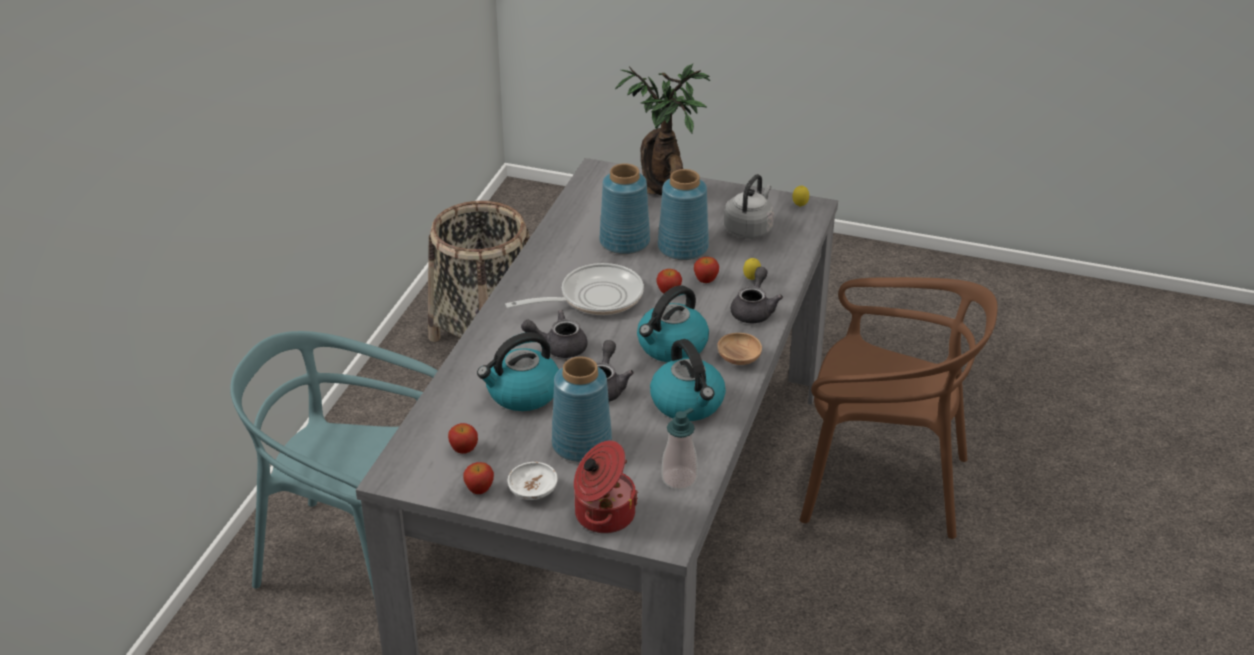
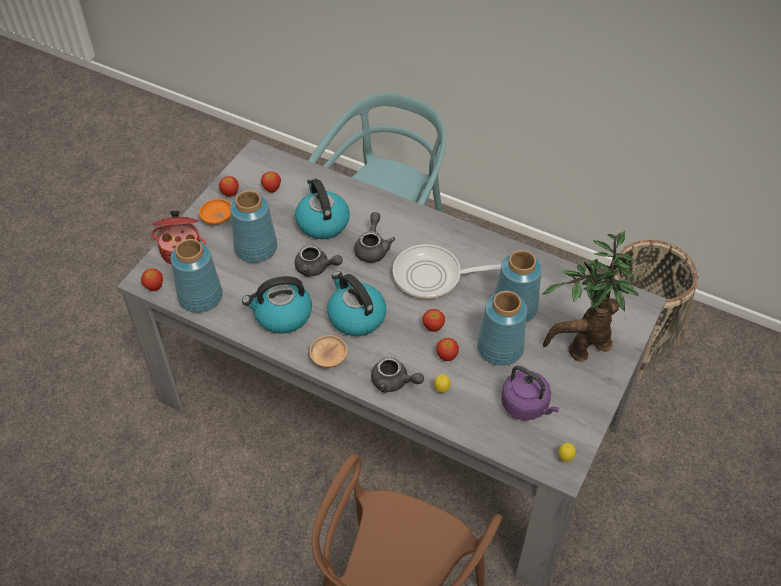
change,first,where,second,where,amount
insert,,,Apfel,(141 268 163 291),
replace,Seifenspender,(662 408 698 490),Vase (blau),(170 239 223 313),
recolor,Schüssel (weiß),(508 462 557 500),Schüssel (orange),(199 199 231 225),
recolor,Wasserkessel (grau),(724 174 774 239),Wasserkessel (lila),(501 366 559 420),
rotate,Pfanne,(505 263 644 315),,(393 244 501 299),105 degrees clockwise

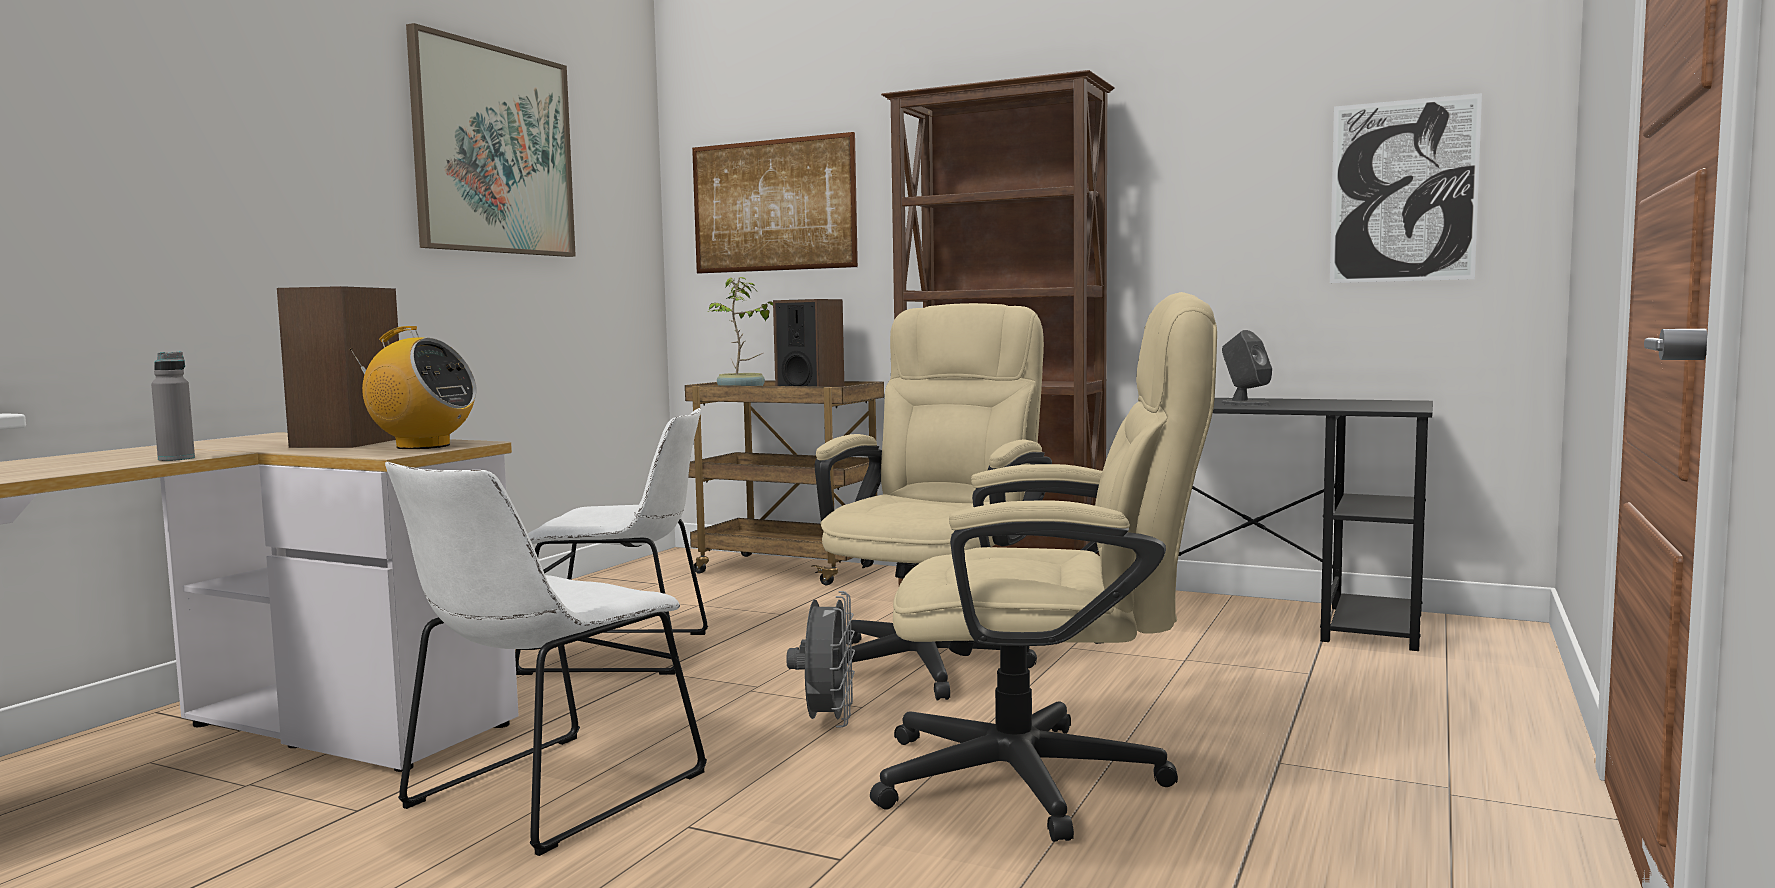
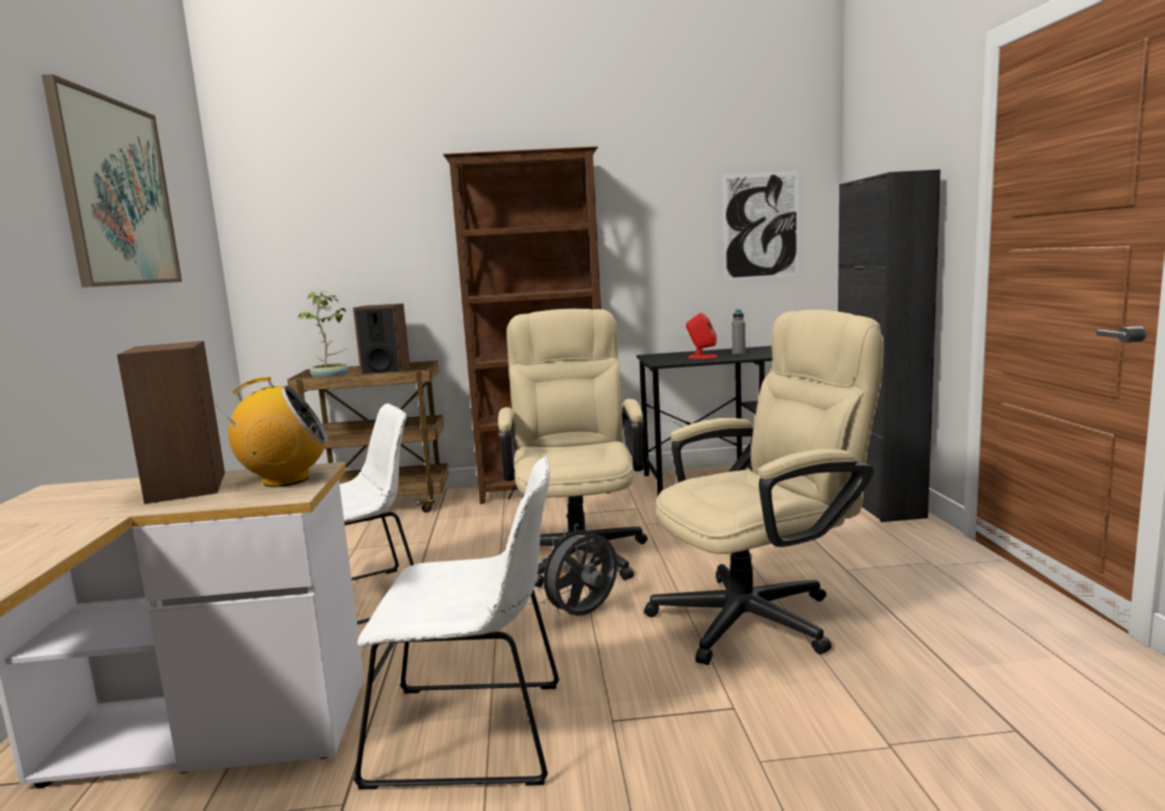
change,first,where,second,where,amount
delete,Bild,(692 132 858 274),,,
insert,,,Schrank (schwarz),(838 169 941 522),
move,Flasche (grau),(151 351 195 461),,(732 309 746 354),
recolor,Lautsprecher (grau),(1221 330 1272 406),Lautsprecher (rot),(686 313 717 359),
rotate,Stuhl (weiß),(385 462 707 856),,(353 457 560 790),90 degrees counterclockwise
rotate,Ventilator (grau),(786 591 855 728),,(537 524 617 616),105 degrees counterclockwise

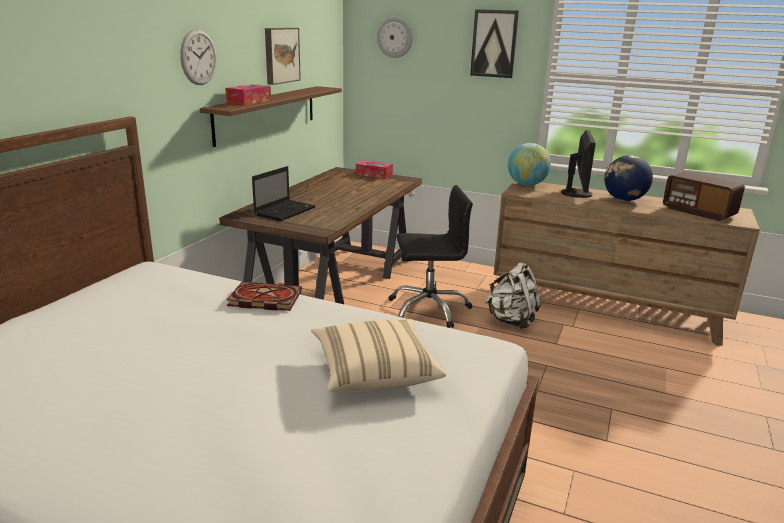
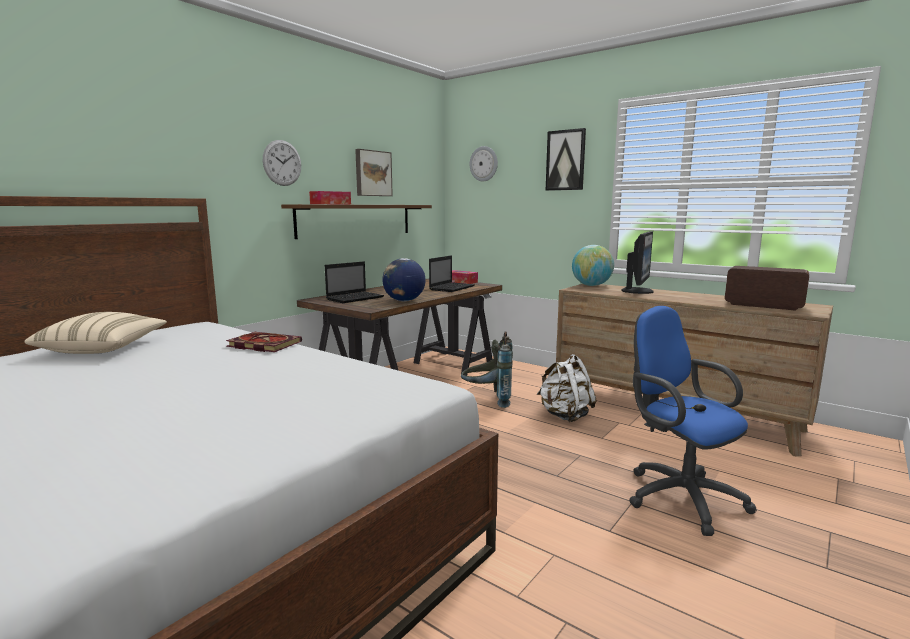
change,first,where,second,where,amount
insert,,,Laptop,(429 255 475 292),
insert,,,Bürostuhl (blau),(629 306 757 536),
move,Kissen (beige),(311 319 446 392),,(24 312 167 354),
move,Globus,(604 155 653 201),,(382 258 426 301),
replace,Bürostuhl (schwarz),(388 185 473 328),Rucksack (grau),(461 331 513 408),
rotate,Radio,(663 172 745 221),,(725 266 809 311),150 degrees clockwise

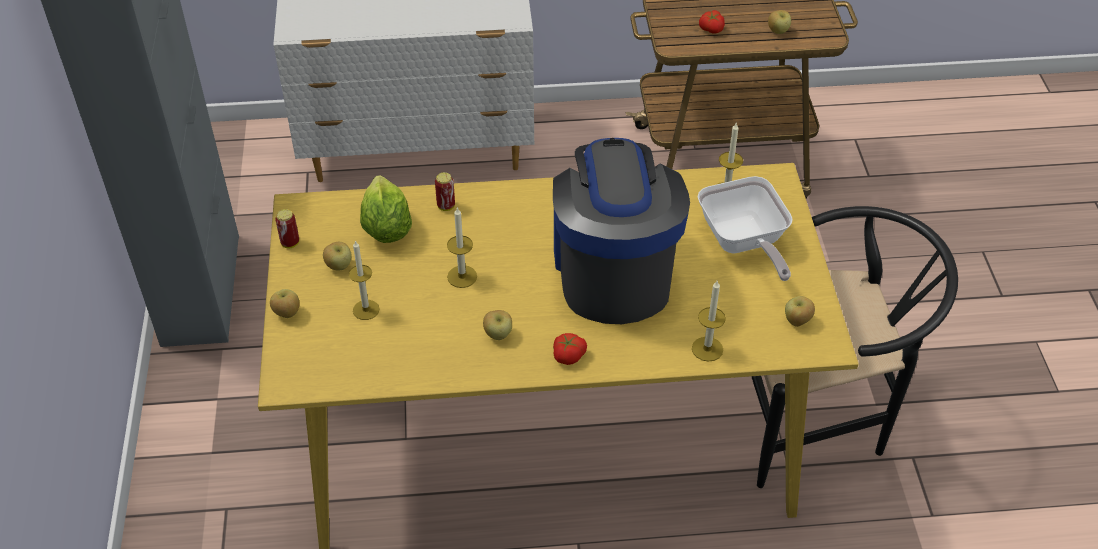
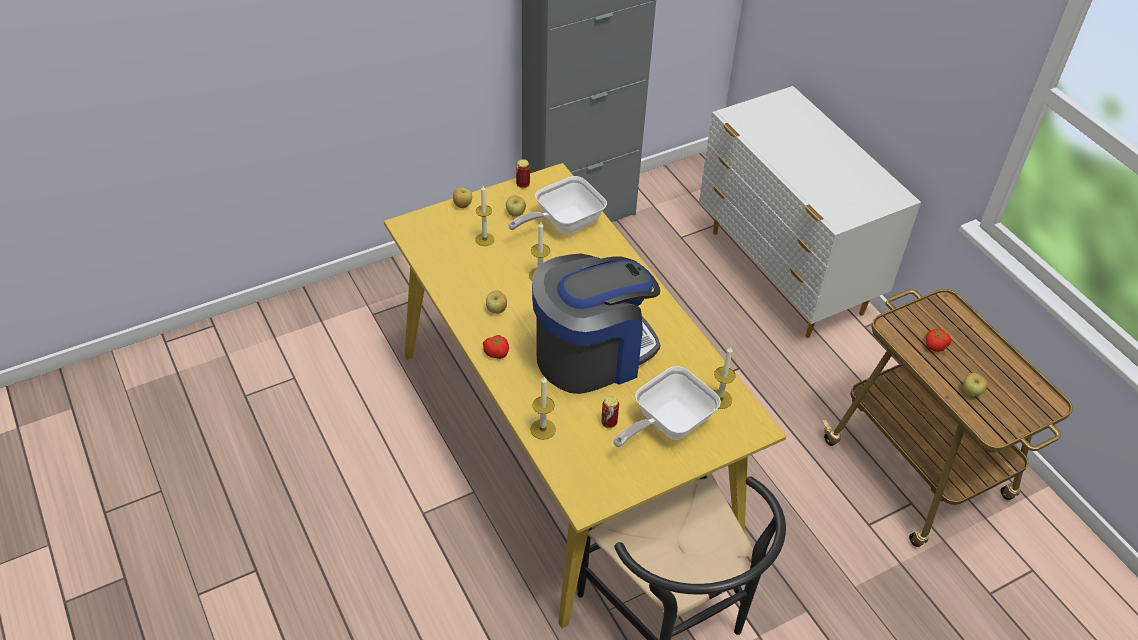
change,first,where,second,where,amount
delete,Apfel,(785 296 815 327),,,
move,Dose,(435 172 455 211),,(601 396 619 428),
replace,Salatkopf,(360 175 412 243),Pfanne,(508 176 607 234),

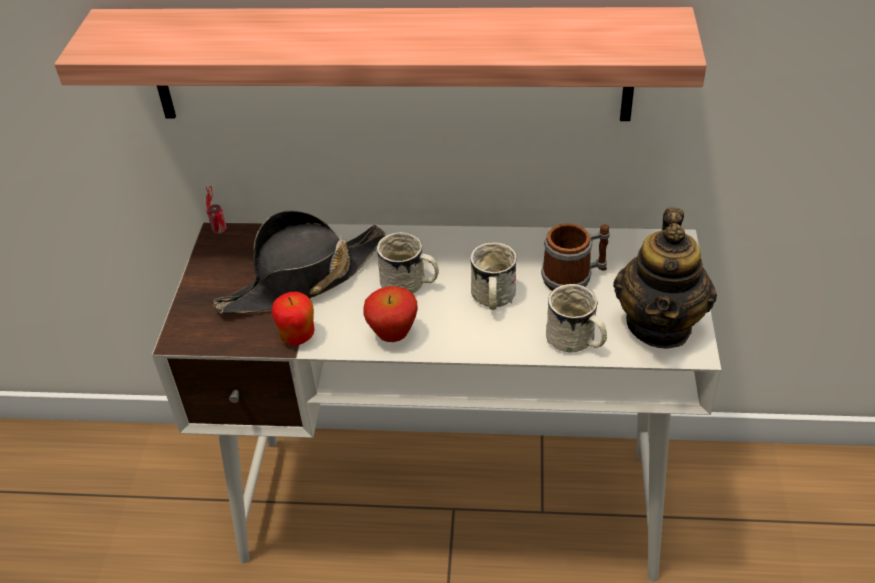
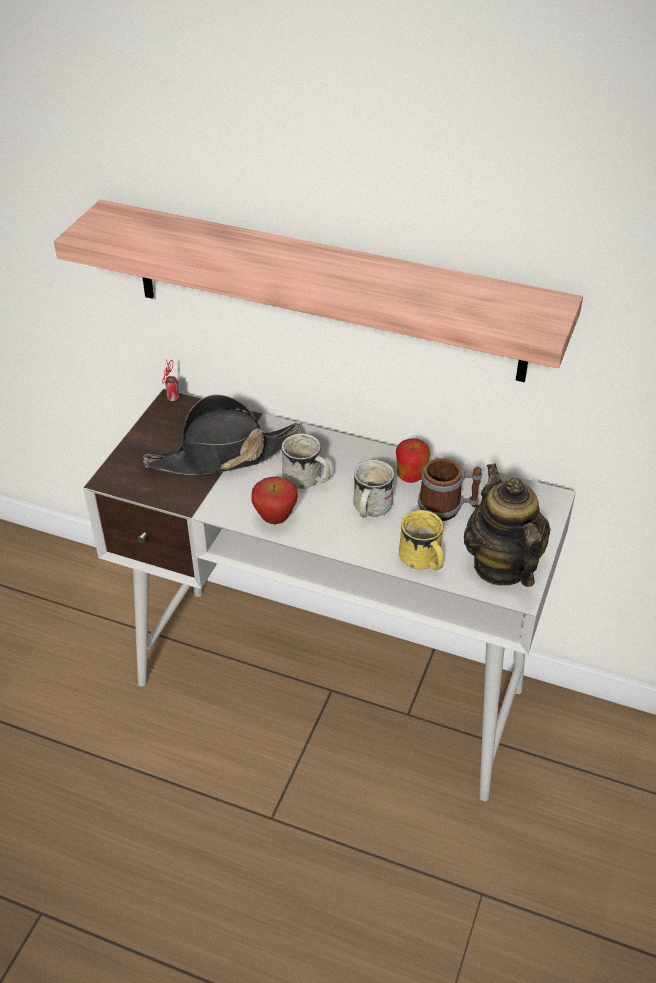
change,first,where,second,where,amount
move,Apfel,(271 292 315 346),,(396 438 430 483),
recolor,Henkelbecher (weiß),(546 284 607 352),Henkelbecher (gelb),(399 510 444 570),
rotate,Teekanne,(613 208 717 349),,(464 463 551 587),135 degrees clockwise

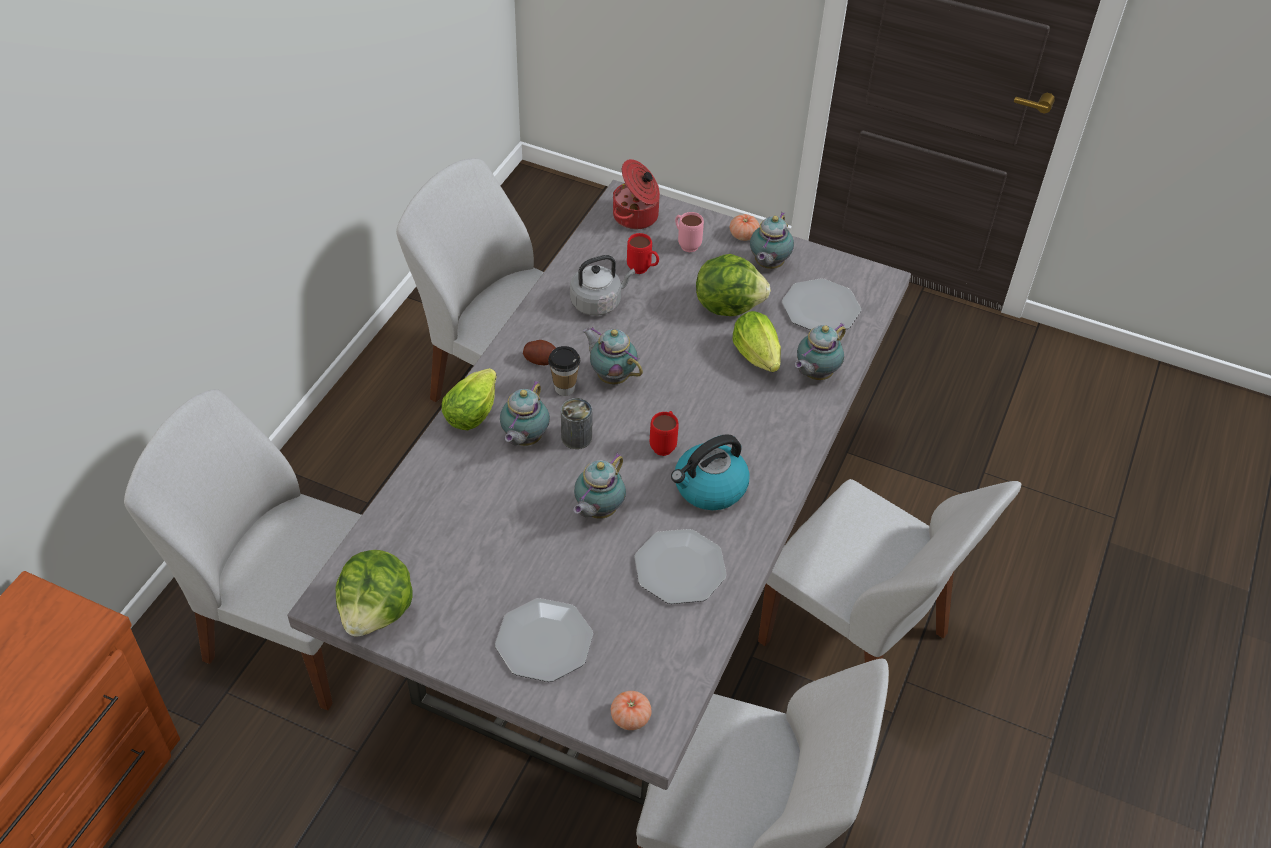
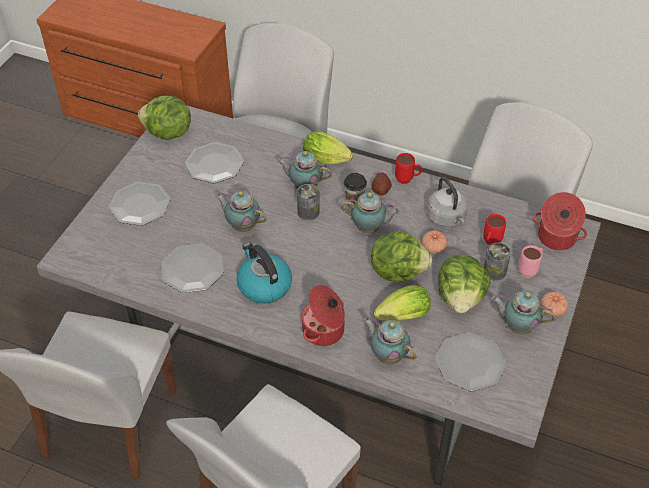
change,first,where,second,where,amount
insert,,,Teller,(185 142 244 183),
insert,,,Kochtopf,(302 285 345 346),
insert,,,Salatkopf,(371 231 433 282),
insert,,,Dose,(484 242 511 281),
move,Tomate,(611 691 652 730),,(422 231 447 254),
move,Henkelbecher (rot),(650 411 679 456),,(395 153 422 184),
rotate,Teekanne,(583 327 643 384),,(341 192 400 233),60 degrees clockwise

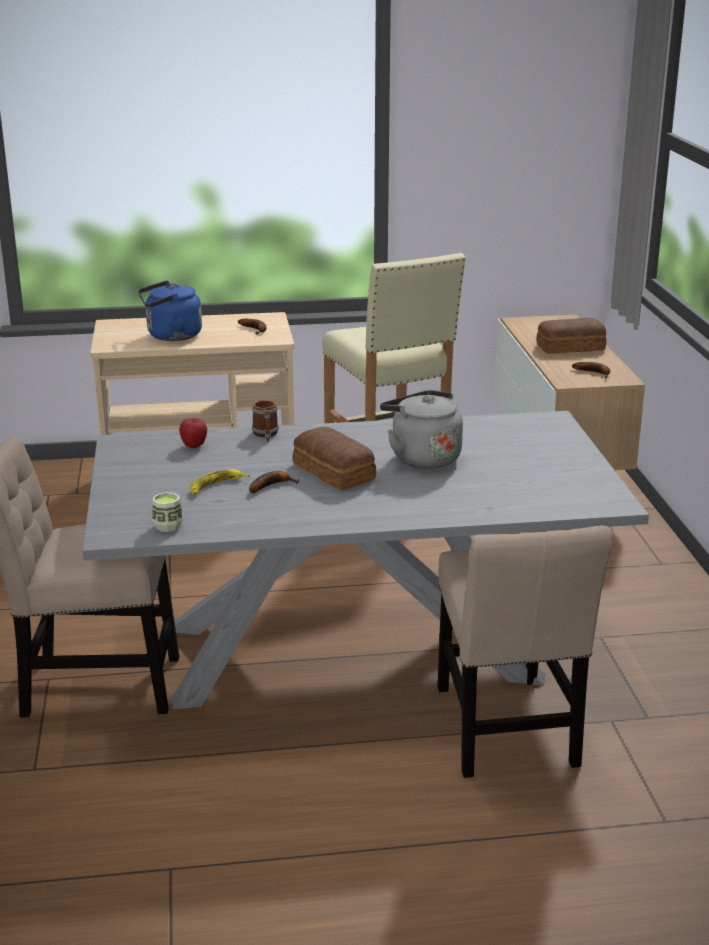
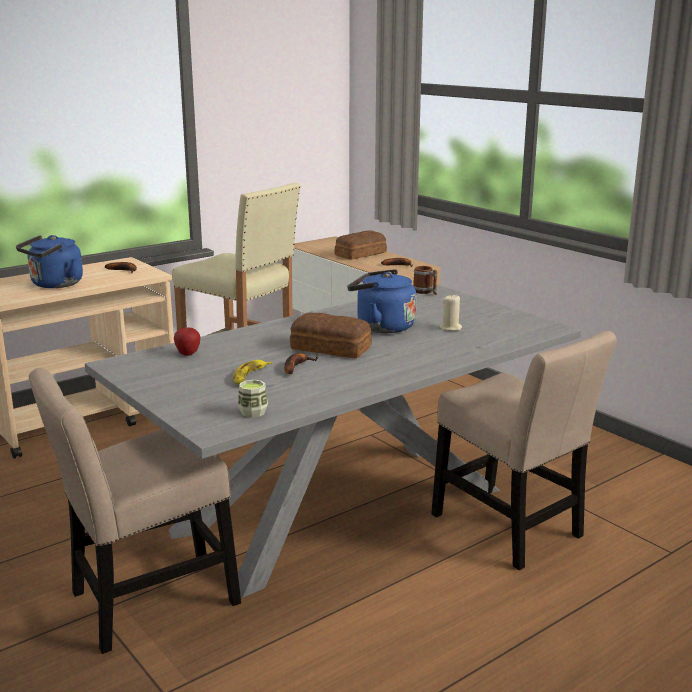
change,first,where,second,where,amount
insert,,,Kerze (beige),(440 295 462 331),
move,Henkelbecher,(252 400 279 442),,(413 266 438 295),
recolor,Wasserkessel (grau),(380 390 463 469),Wasserkessel (blau),(347 269 417 333),

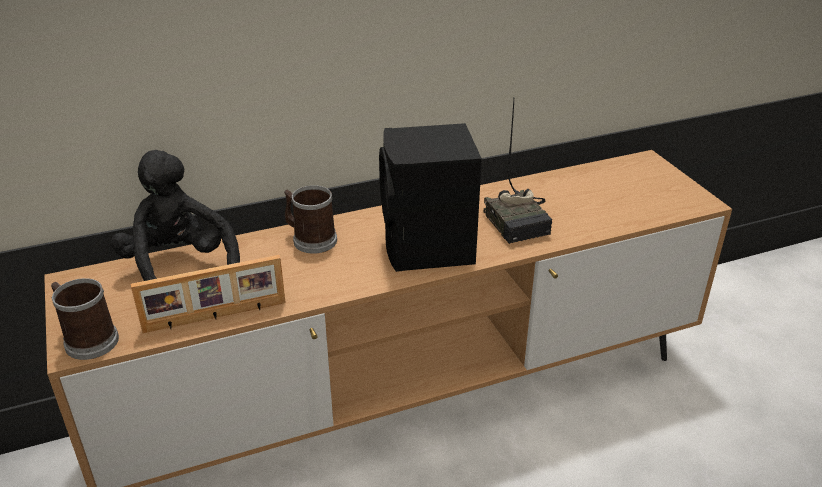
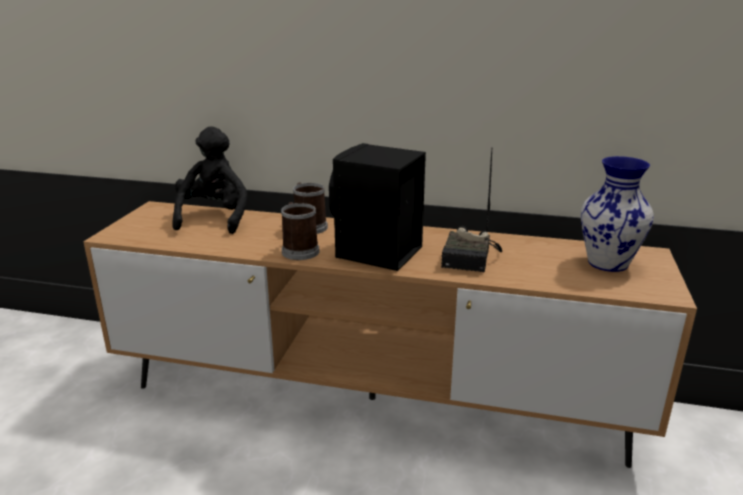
change,first,where,second,where,amount
delete,Bilderrahmen,(131 255 286 333),,,
insert,,,Vase,(580 156 654 272),
move,Henkelbecher,(51 278 119 360),,(281 202 319 260),

